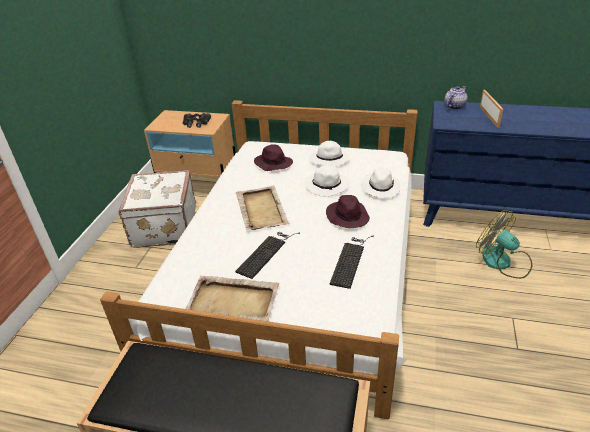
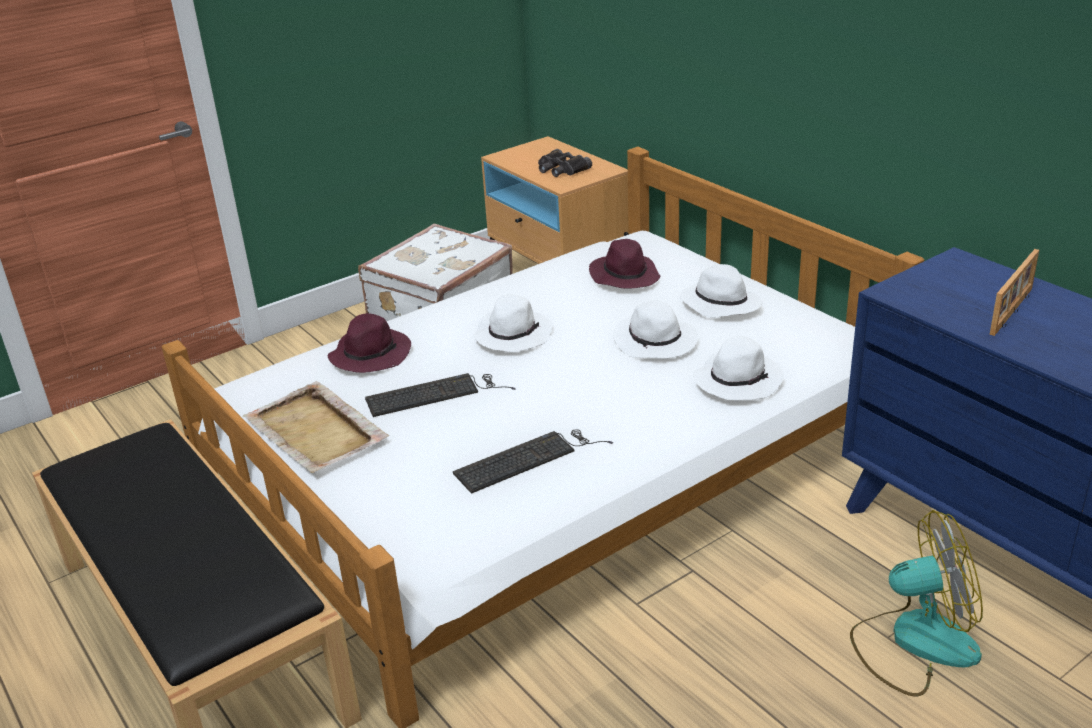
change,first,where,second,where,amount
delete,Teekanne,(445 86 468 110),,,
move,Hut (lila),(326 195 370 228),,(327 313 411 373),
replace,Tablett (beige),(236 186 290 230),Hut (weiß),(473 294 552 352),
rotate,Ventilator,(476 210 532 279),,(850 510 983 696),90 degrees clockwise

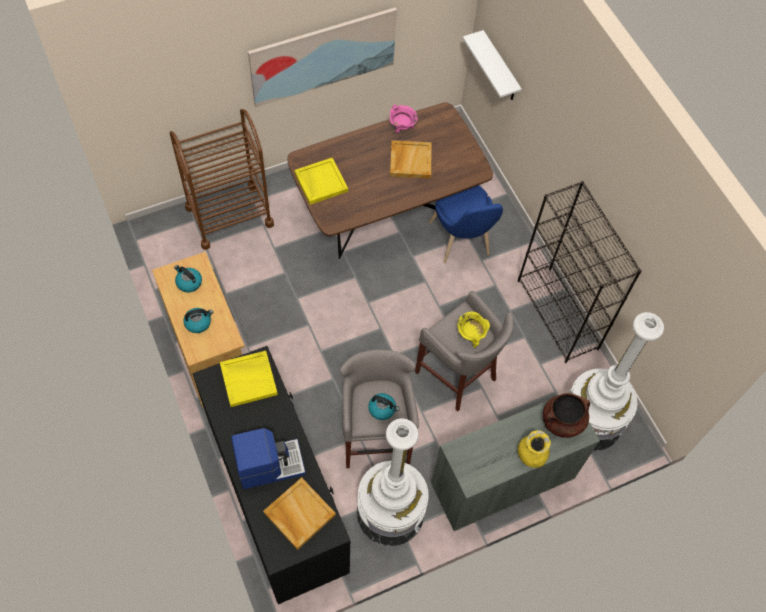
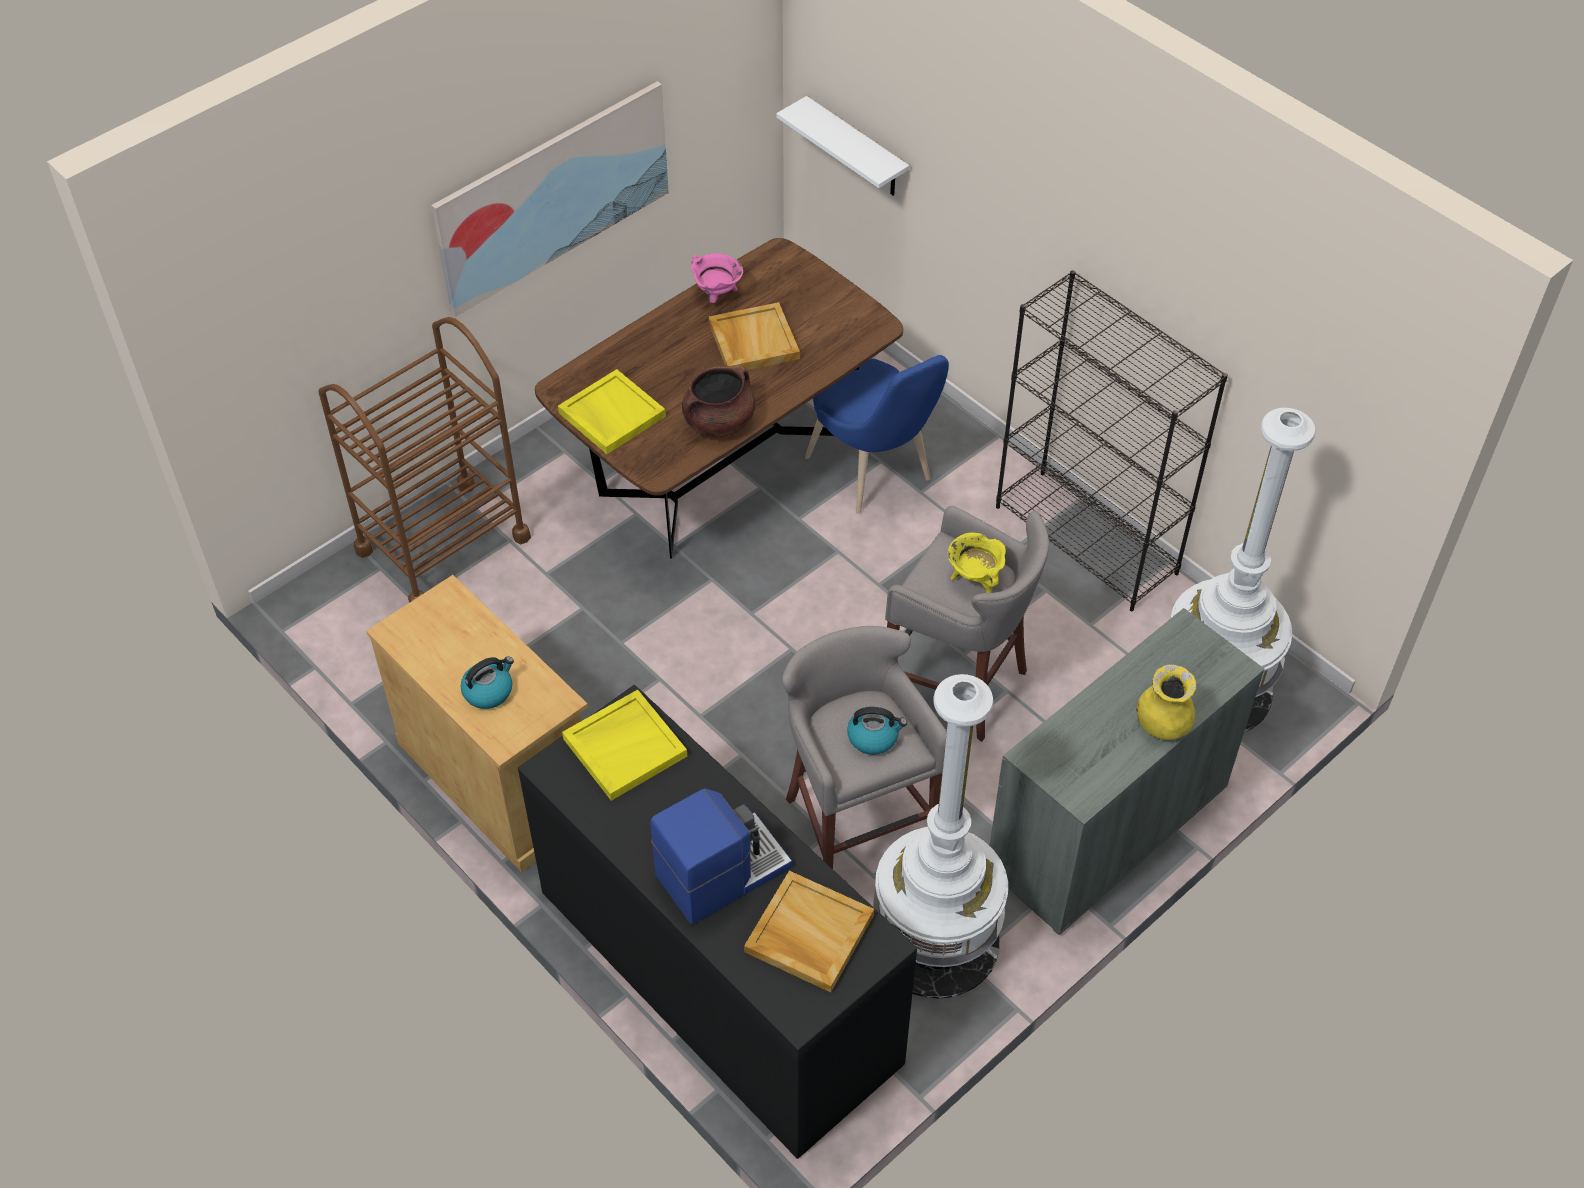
change,first,where,second,where,amount
delete,Wasserkessel,(174 265 202 292),,,
move,Kochtopf (braun),(543 393 590 438),,(682 366 755 437),

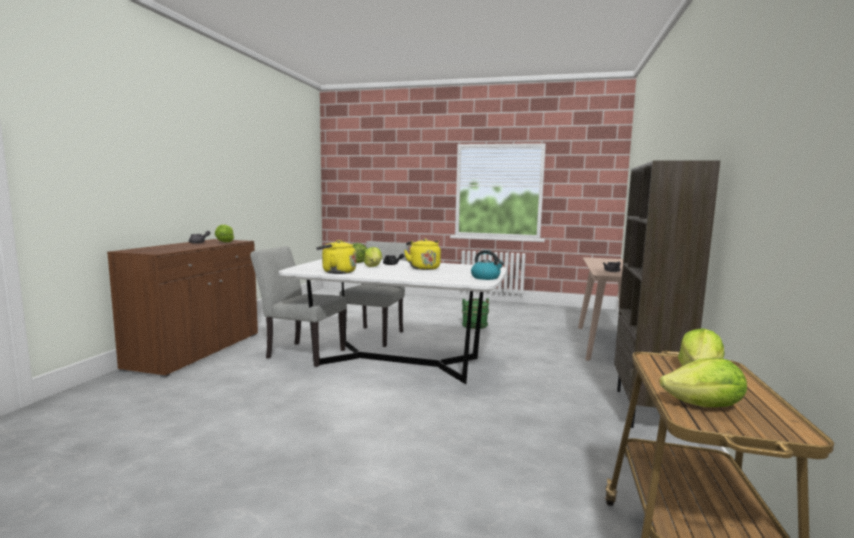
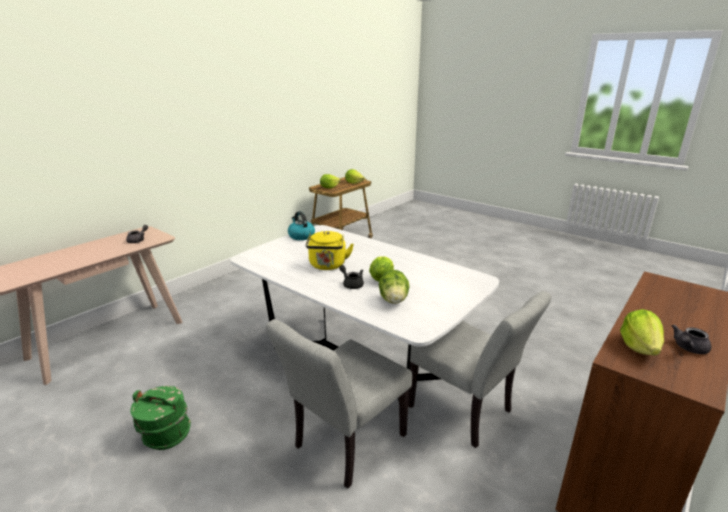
change,first,where,second,where,amount
delete,Wasserkessel (gelb),(316 240 356 274),,,
delete,Bücherregal (braun),(614 161 720 428),,,

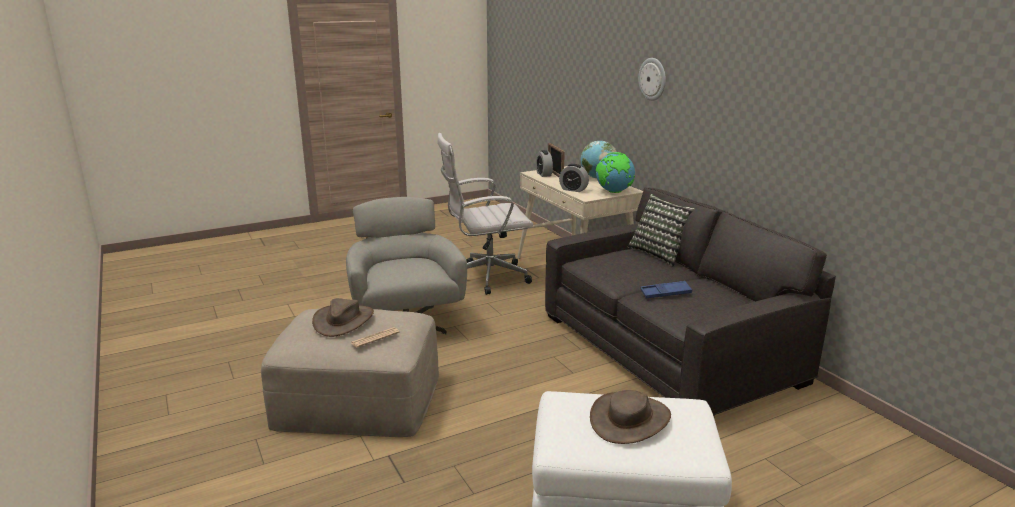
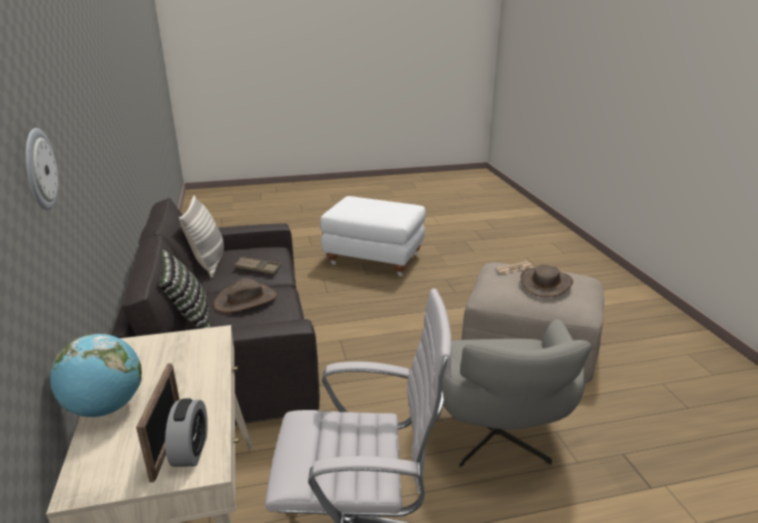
change,first,where,second,where,amount
delete,Wecker,(559 164 589 192),,,
delete,Globus,(596 152 635 193),,,
insert,,,Kissen,(179 195 224 278),
move,Hut (braun),(590 390 671 444),,(213 278 278 313),
recolor,Tablett (blau),(640 281 692 298),Tablett (braun),(234 257 281 274),

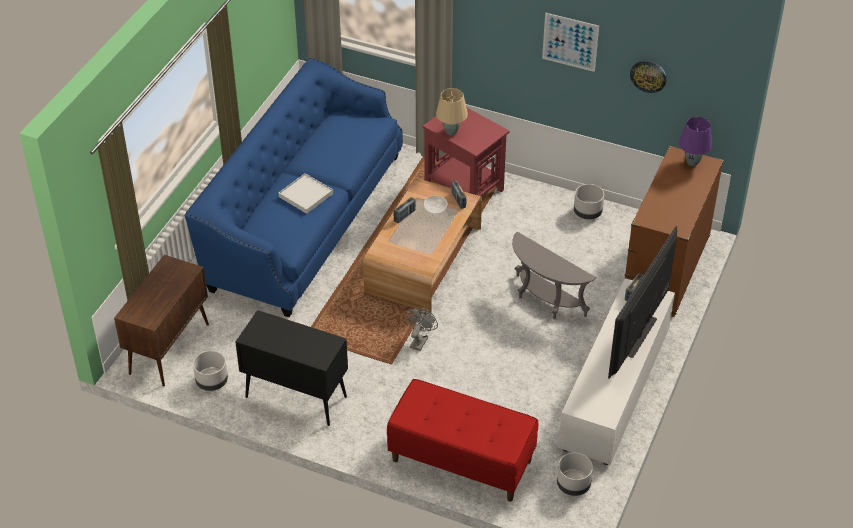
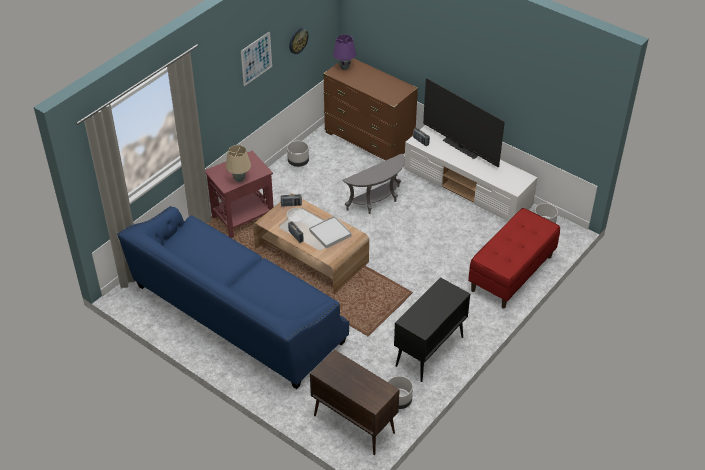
change,first,where,second,where,amount
delete,Ventilator (grau),(406 308 438 351),,,
move,Tablett (weiß),(279 173 333 214),,(309 216 351 249),

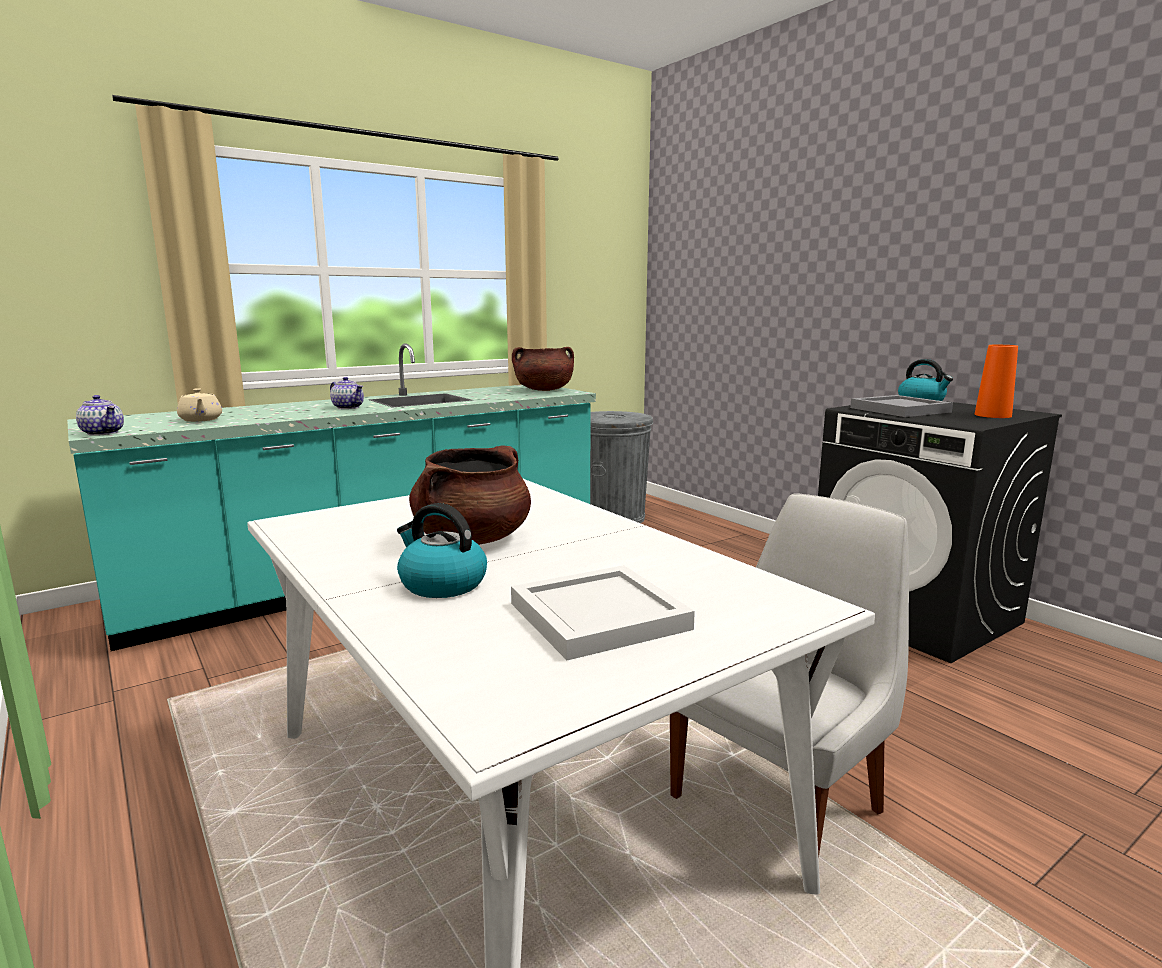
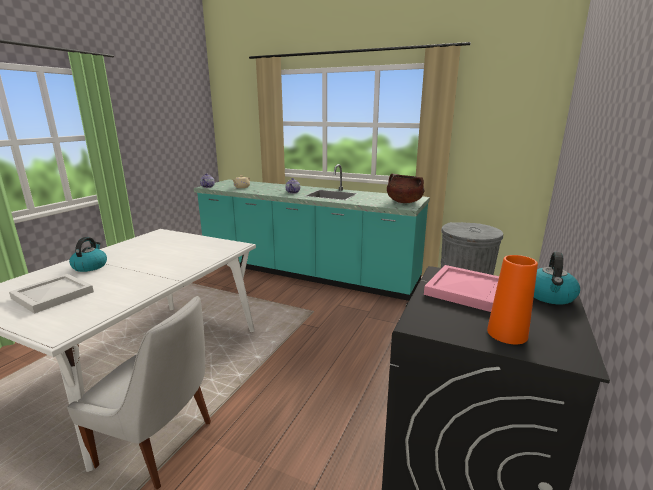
change,first,where,second,where,amount
delete,Kochtopf (braun),(409 446 531 545),,,
recolor,Tablett (grau),(850 395 953 417),Tablett (rosa),(424 265 499 312),

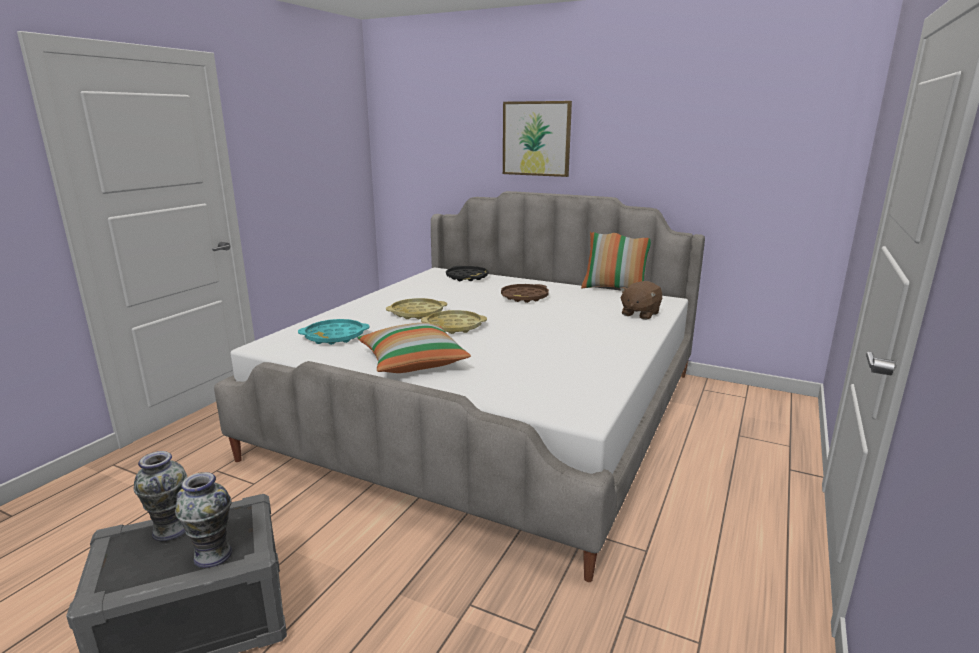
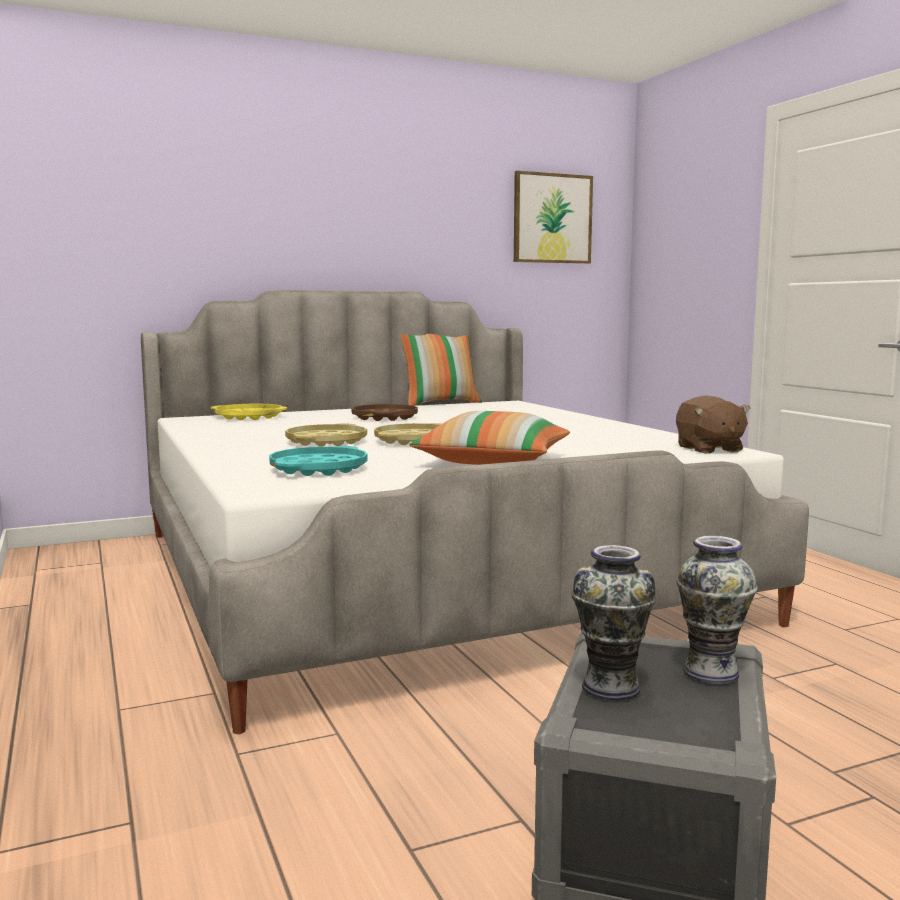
change,first,where,second,where,amount
move,Bild,(503 101 572 177),,(514 171 593 264),
move,Plüschtier (braun),(620 281 662 320),,(676 395 751 454),
recolor,Tablett (schwarz),(446 266 488 281),Tablett (gelb),(211 404 287 420),

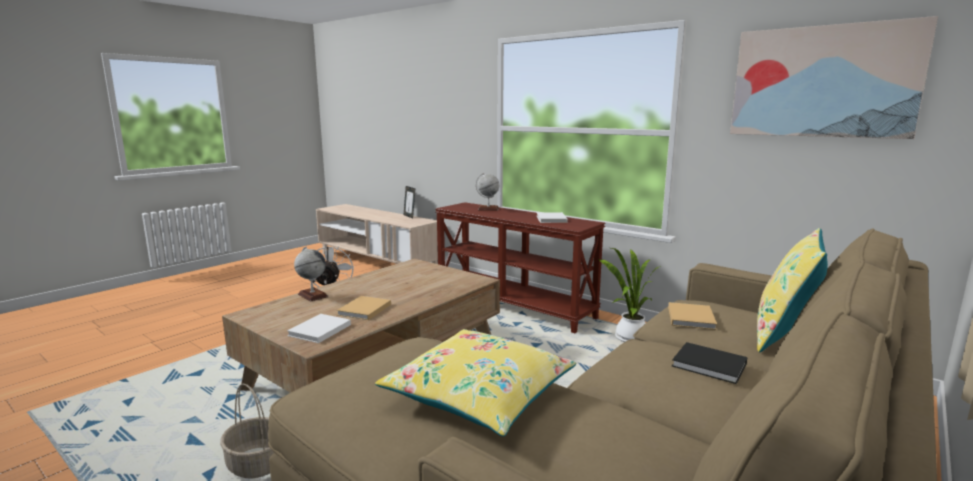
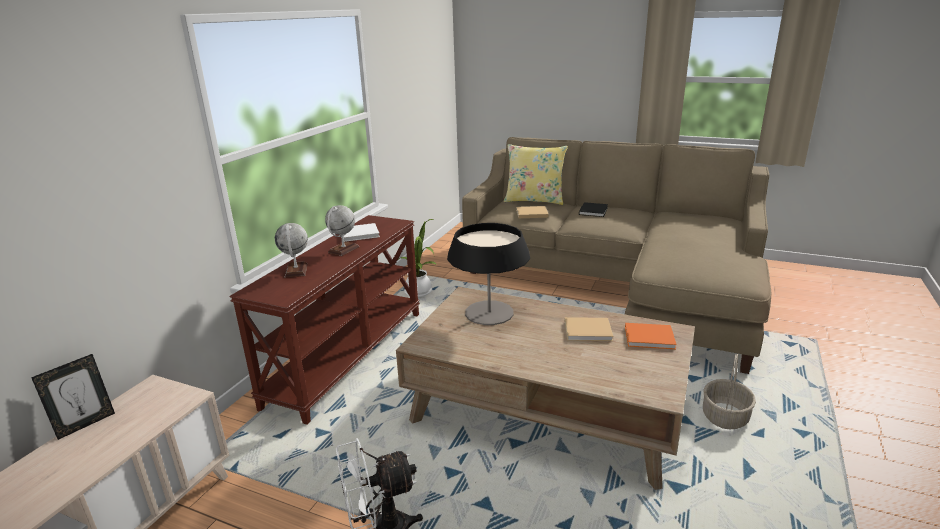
change,first,where,second,where,amount
delete,Kissen (gelb),(375 329 576 436),,,
delete,Bild,(730 16 938 139),,,
insert,,,Tischlampe,(447 223 530 325),
move,Globus,(294 247 328 302),,(325 205 359 256),
recolor,Buch (weiß),(287 314 351 343),Buch (orange),(625 323 677 349),

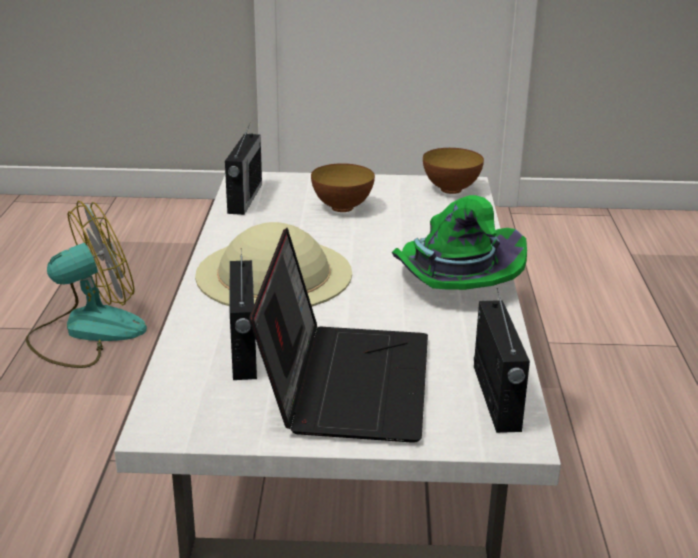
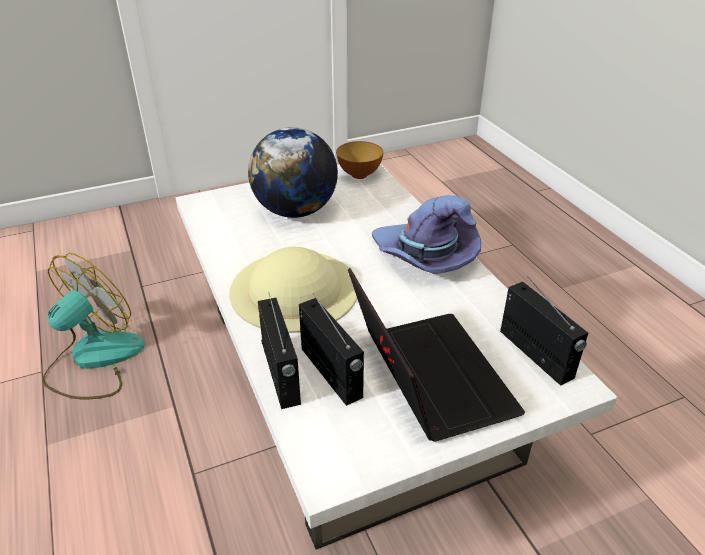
change,first,where,second,where,amount
move,Radio,(225 124 262 215),,(258 294 301 409),
replace,Schüssel,(311 163 375 212),Globus,(248 127 338 218),
recolor,Hut (grün),(392 195 527 290),Hut (lila),(372 195 481 274),

